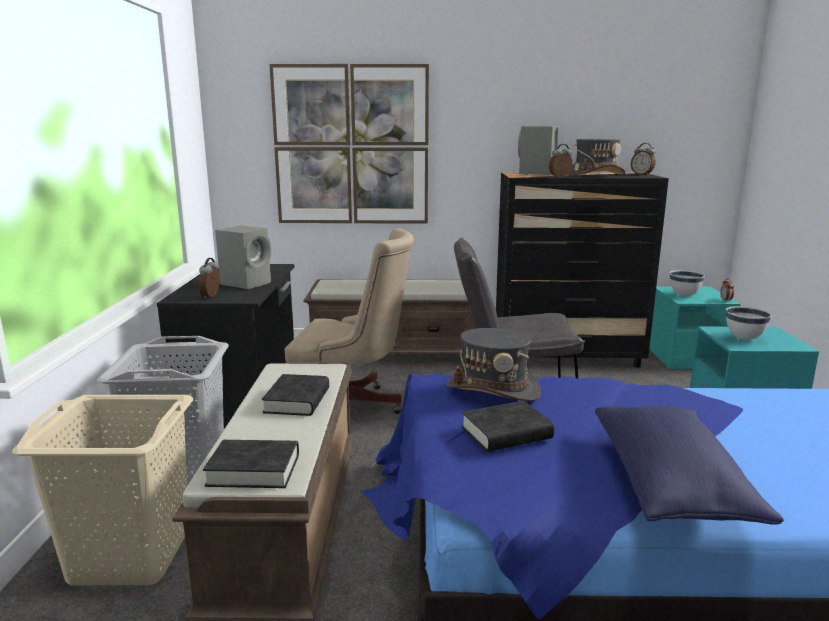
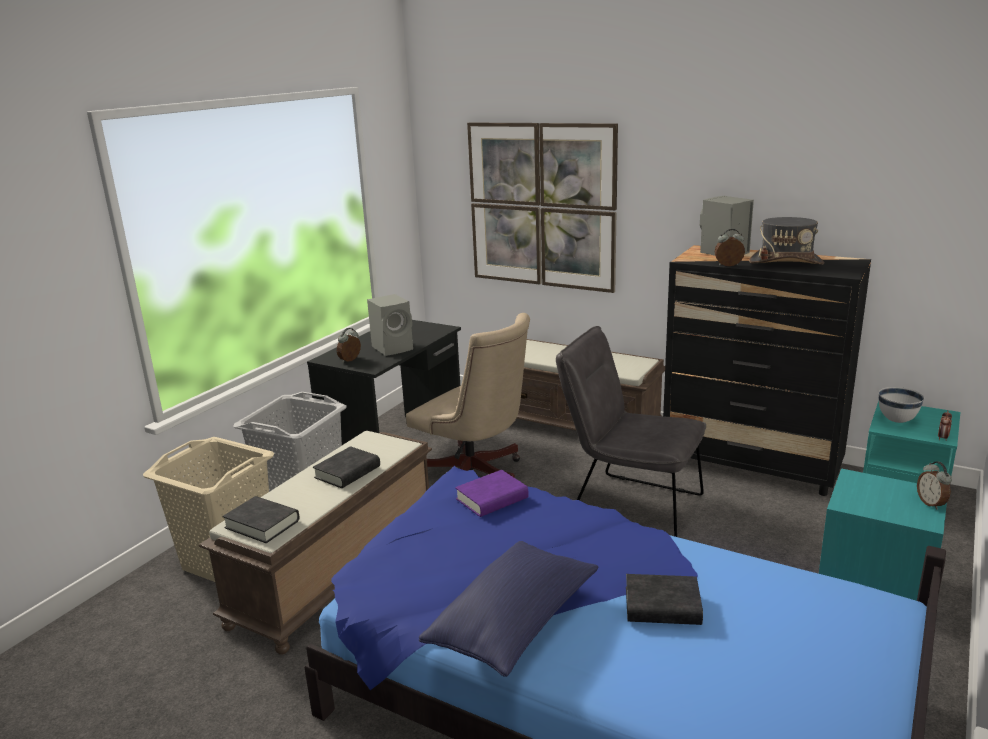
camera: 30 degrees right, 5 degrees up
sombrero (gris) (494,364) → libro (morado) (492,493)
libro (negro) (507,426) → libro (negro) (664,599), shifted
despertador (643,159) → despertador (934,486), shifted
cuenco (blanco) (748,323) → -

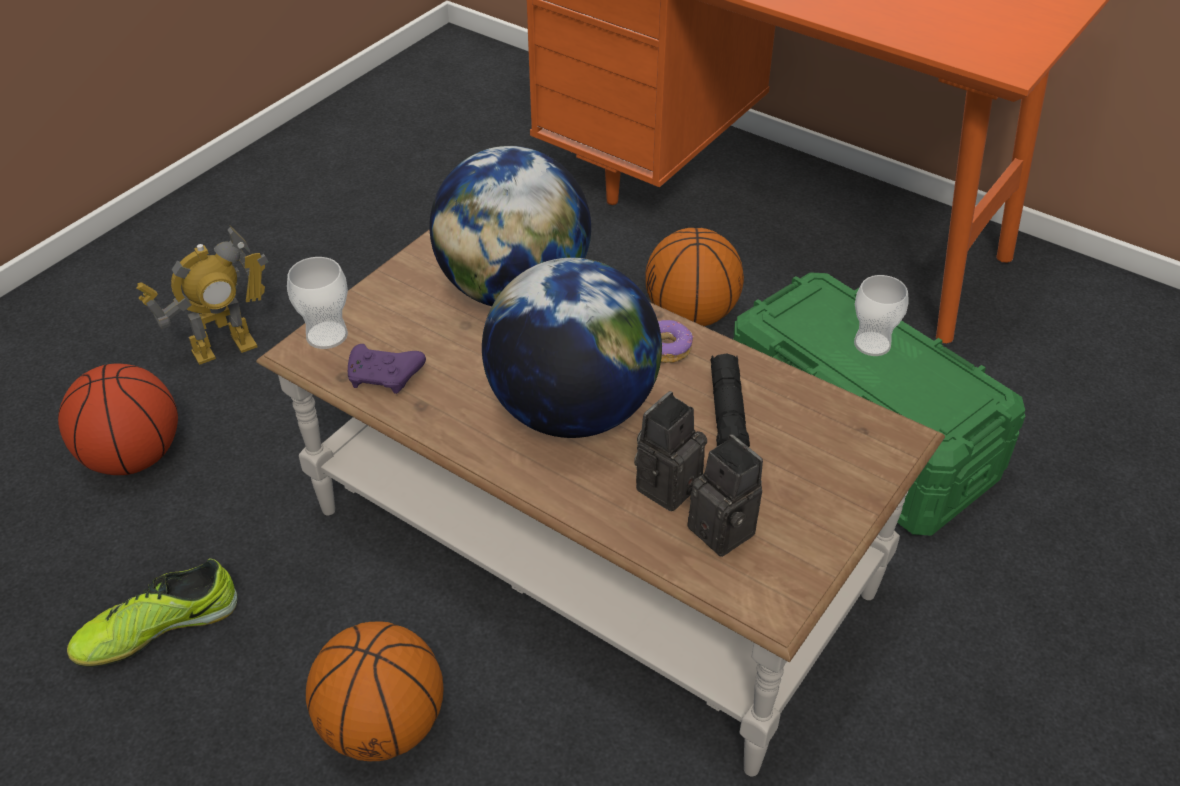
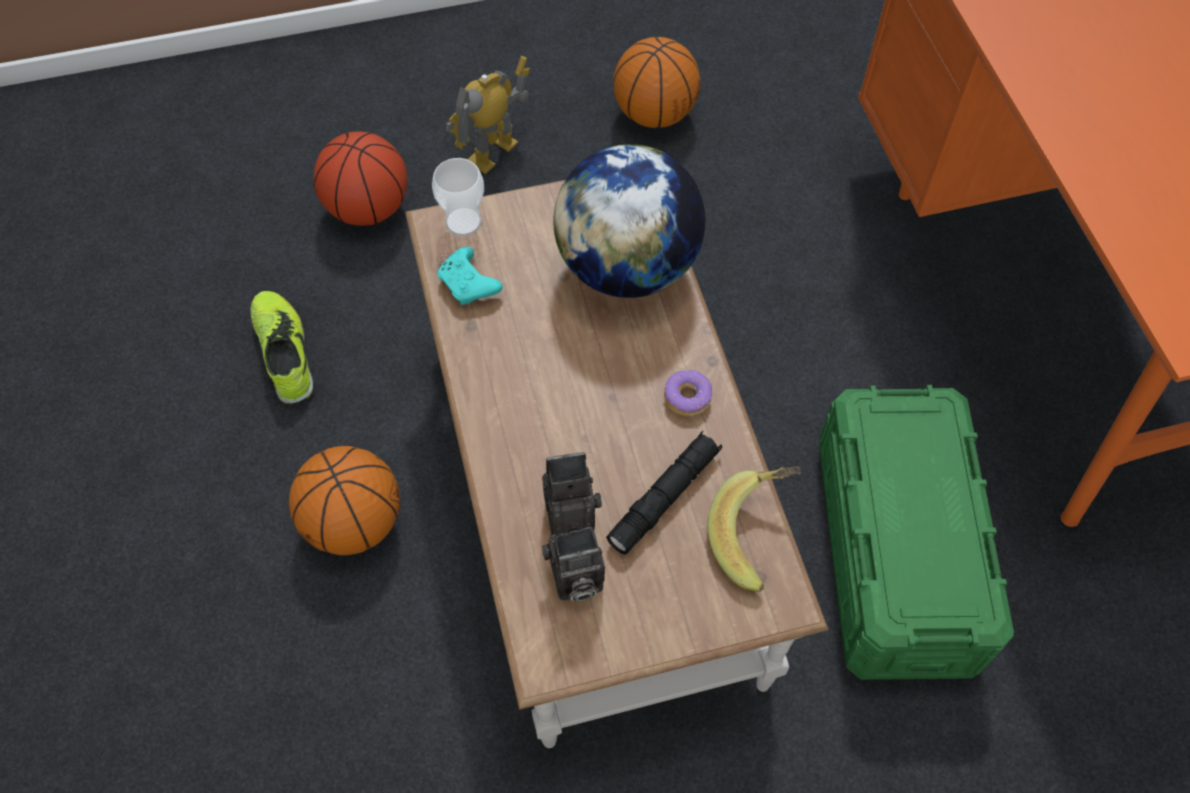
camera: 40 degrees right, 15 degrees up
zapato (152,612) → zapato (282,347), 60 degrees clockwise
mando de consola (morado) (387,369) → mando de consola (turquesa) (470,276)
robot de juguete (202,295) → robot de juguete (488,115), 120 degrees clockwise
cámara (725,495) → cámara (573,564), 75 degrees clockwise
balón de baloncesto (695,277) → balón de baloncesto (656,82), shifted
- → plátano (754,529)
globo terráqueo (572,348) → -
taza (881,315) → -

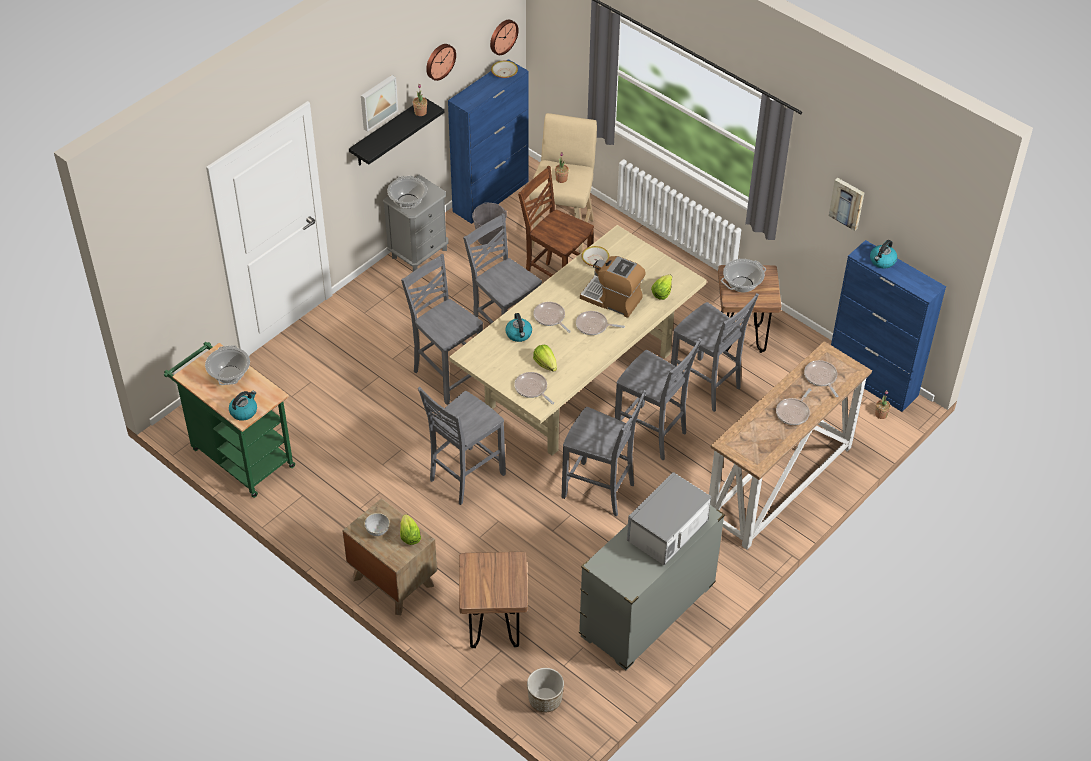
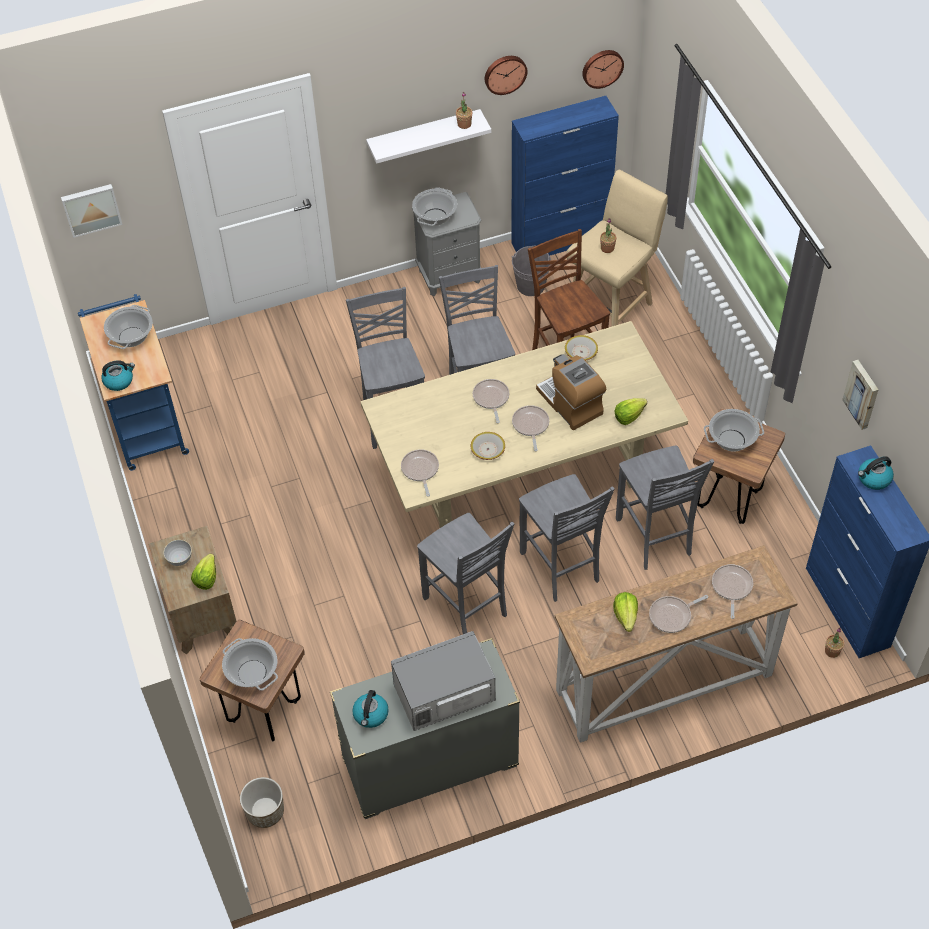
camera: 30 degrees right, 5 degrees up
cuadro (379,103) → cuadro (92,211), shifted
carrito (verde) (229,420) → carrito (azul) (133,382)
- → olla (250,664)
hervidor (518,327) → hervidor (370,709), shifted
estante (negro) (396,131) → estante (blanco) (428,136)
cuenco (504,69) → cuenco (488,446), shifted
sartén (600,323) → sartén (530,428), 45 degrees clockwise
lechuga (545,358) → lechuga (625,612), shifted
silla (gris) (462,446) → -

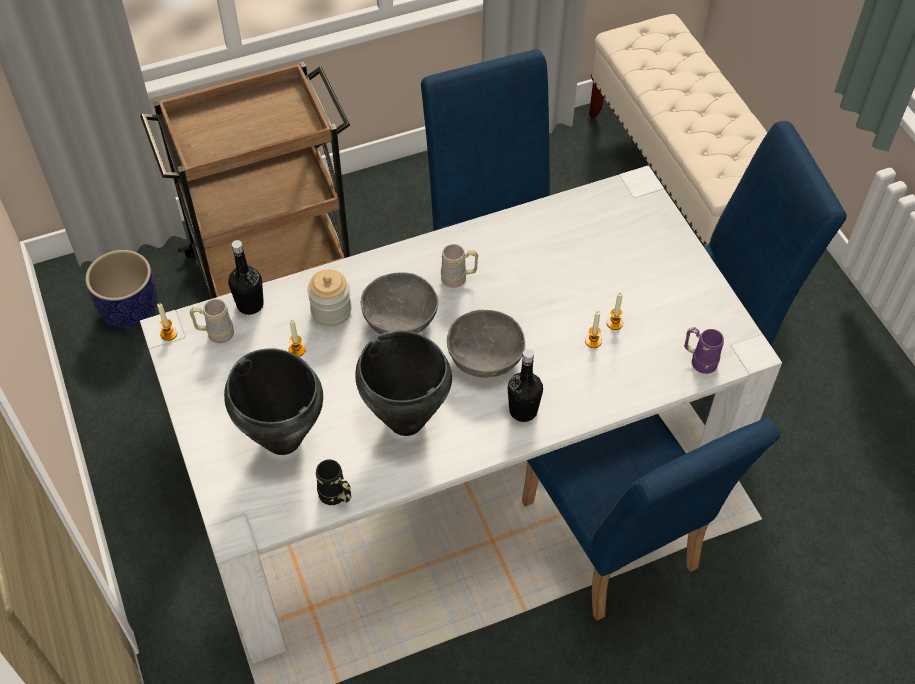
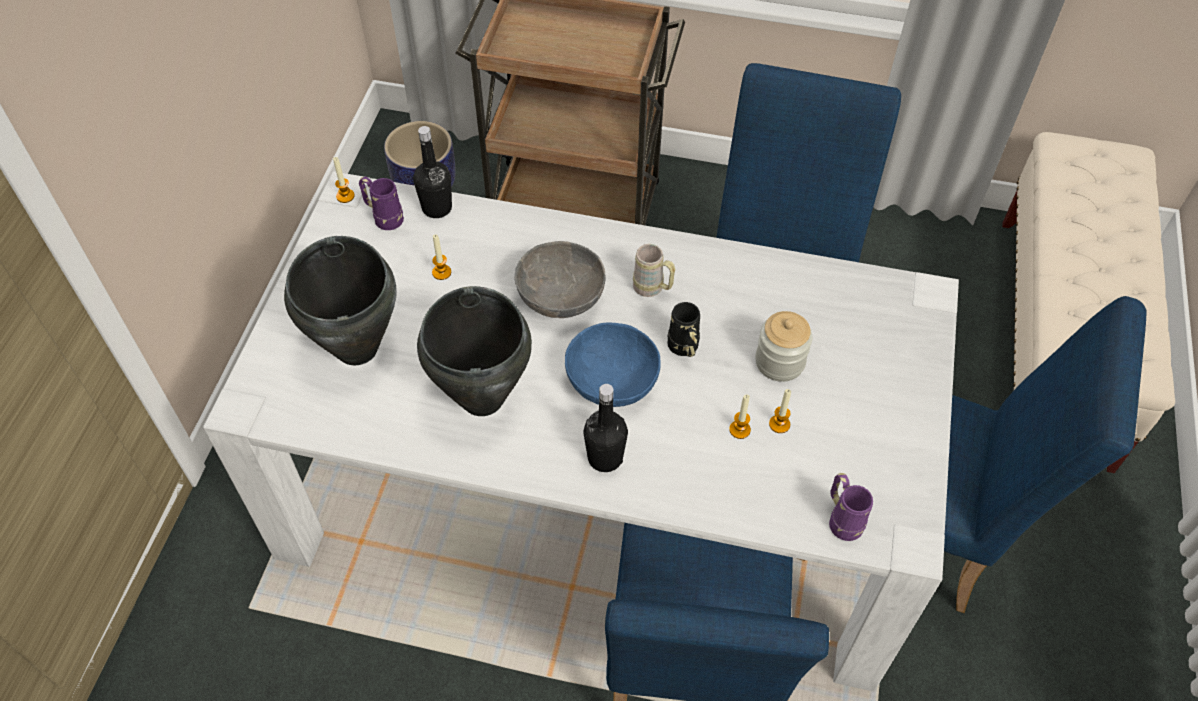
camera: 35 degrees right, 0 degrees up
taza grande (beis) (212,321) → taza grande (morado) (381,203)
cuenco (gris) (486,344) → cuenco (azul) (612,365)
taza grande (negro) (333,482) → taza grande (negro) (683,329), shifted
tarro (329,298) → tarro (784,346), shifted

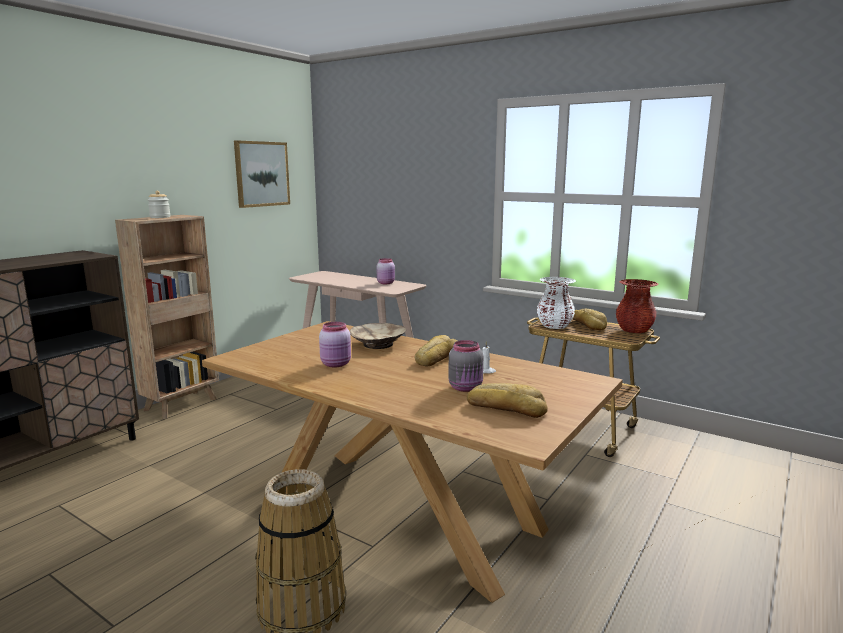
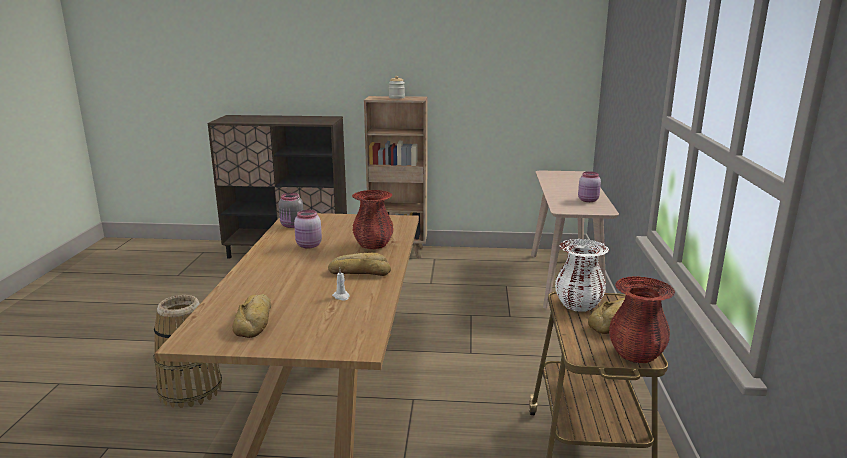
camera: 60 degrees right, 5 degrees up
tarro (gris) (466,366) → tarro (gris) (290,210), shifted
cuenco (beis) (378,336) → florero (rojo) (372,219)
cuadro (262,174) → -

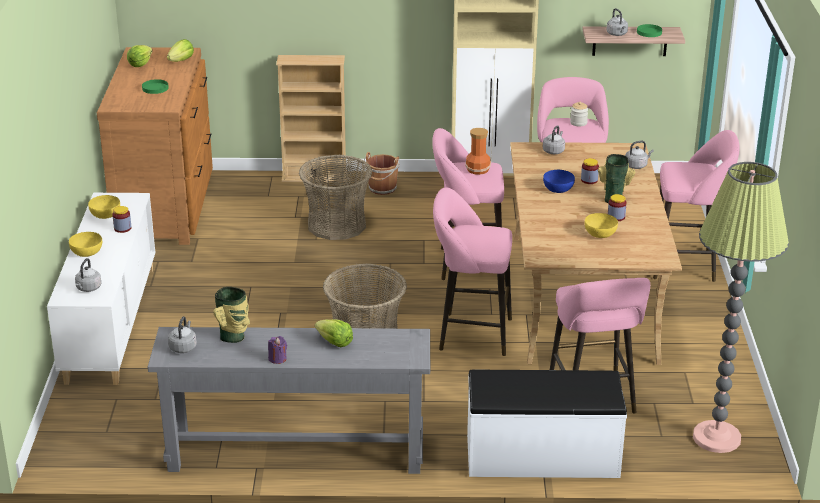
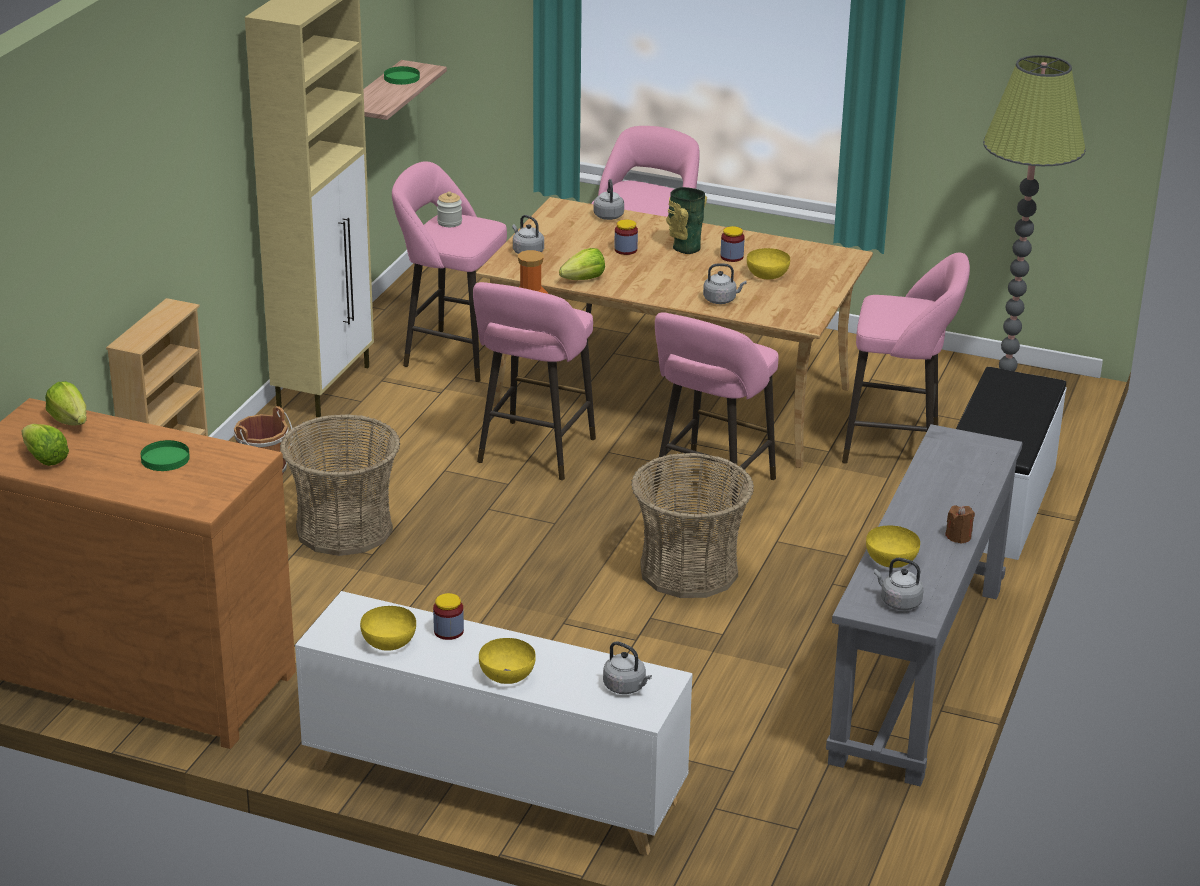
camera: 70 degrees left, 0 degrees up
lechuga (334,333) → lechuga (582,264), shifted
hervidor (gris) (617,22) → hervidor (gris) (725,283), shifted
florero (231,315) → cuenco (amarillo) (893,546)
vela (morado) (277,350) → vela (marrón) (960,524)
cuenco (azul) (559,181) → -

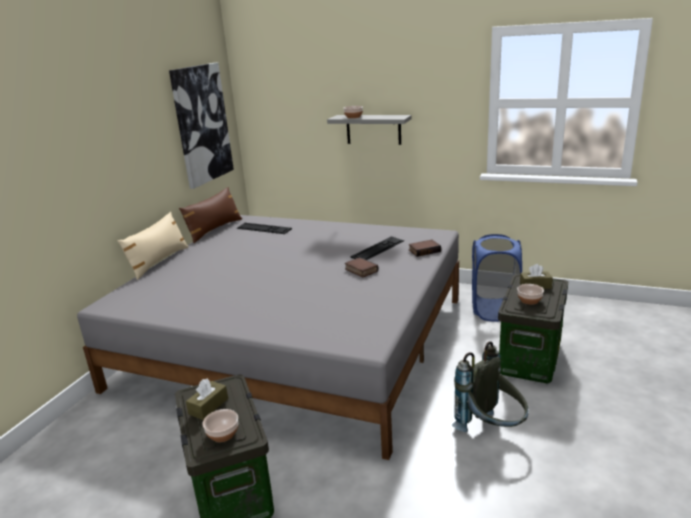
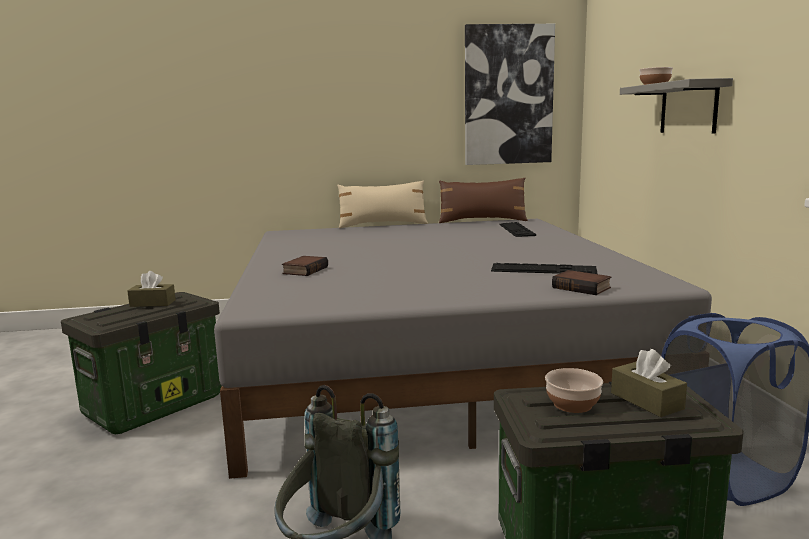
camera: 60 degrees right, 10 degrees down
libro (362,267) → libro (305,266), shifted
cuenco (220,425) → -

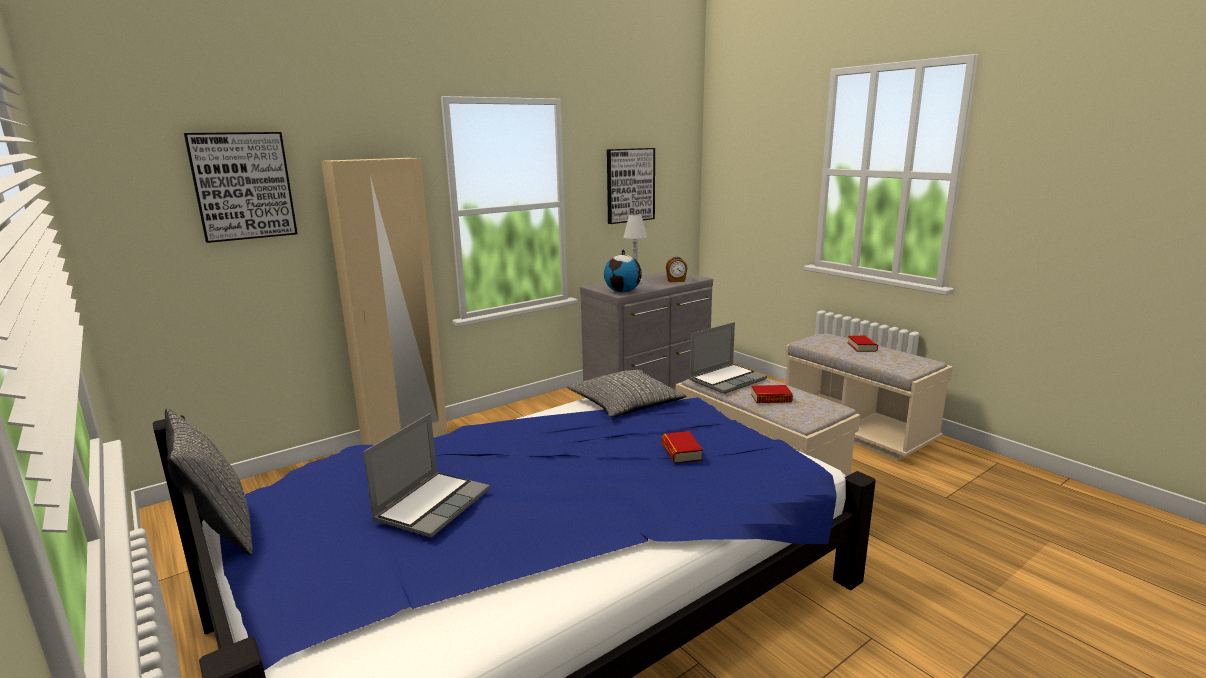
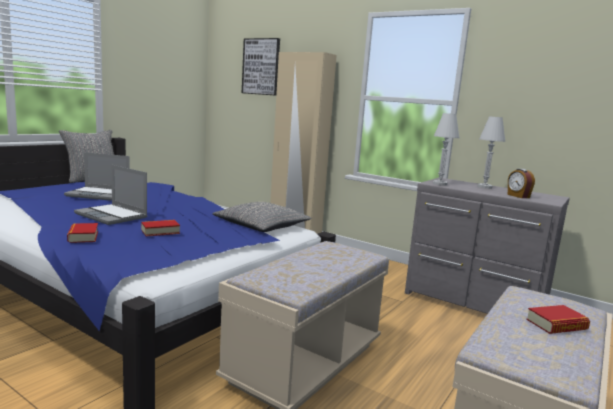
camera: 70 degrees right, 5 degrees down
libro (772,394) → libro (82,233), shifted
portátil (728,358) → portátil (111,195), shifted
globo terráqueo (623,271) → lámpara de mesa (blanco) (446,149)
cuadro (631,186) → -

